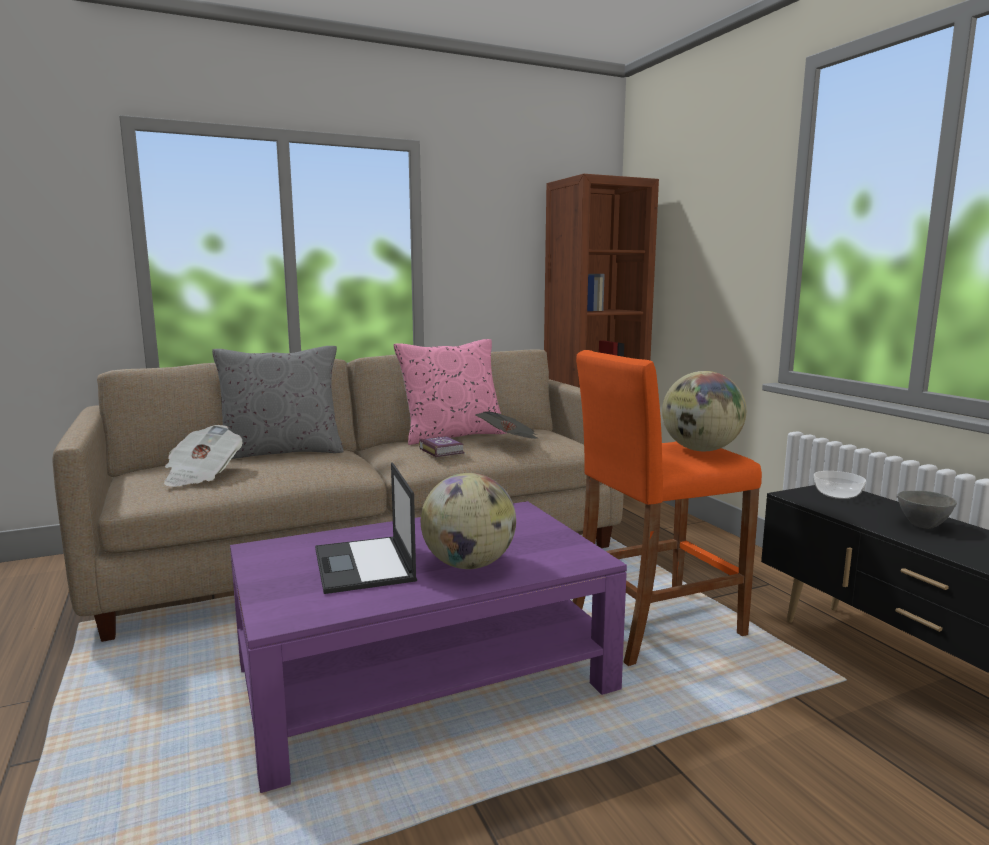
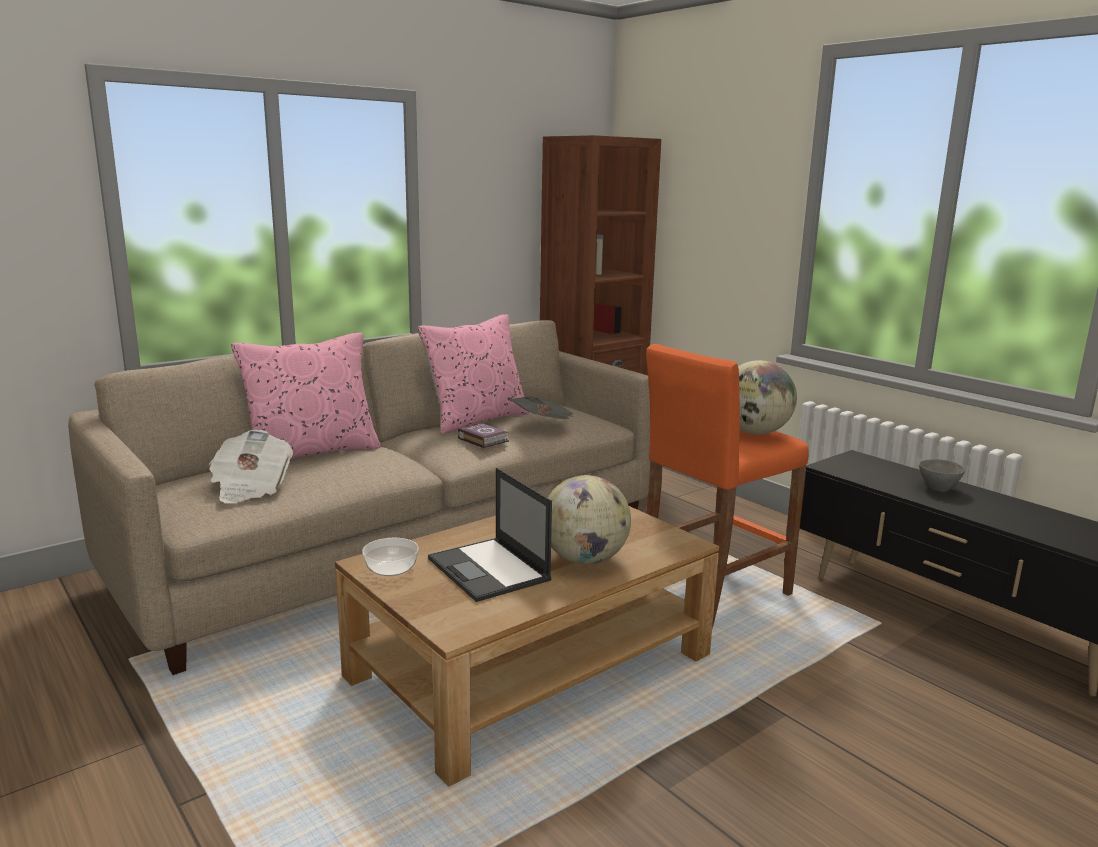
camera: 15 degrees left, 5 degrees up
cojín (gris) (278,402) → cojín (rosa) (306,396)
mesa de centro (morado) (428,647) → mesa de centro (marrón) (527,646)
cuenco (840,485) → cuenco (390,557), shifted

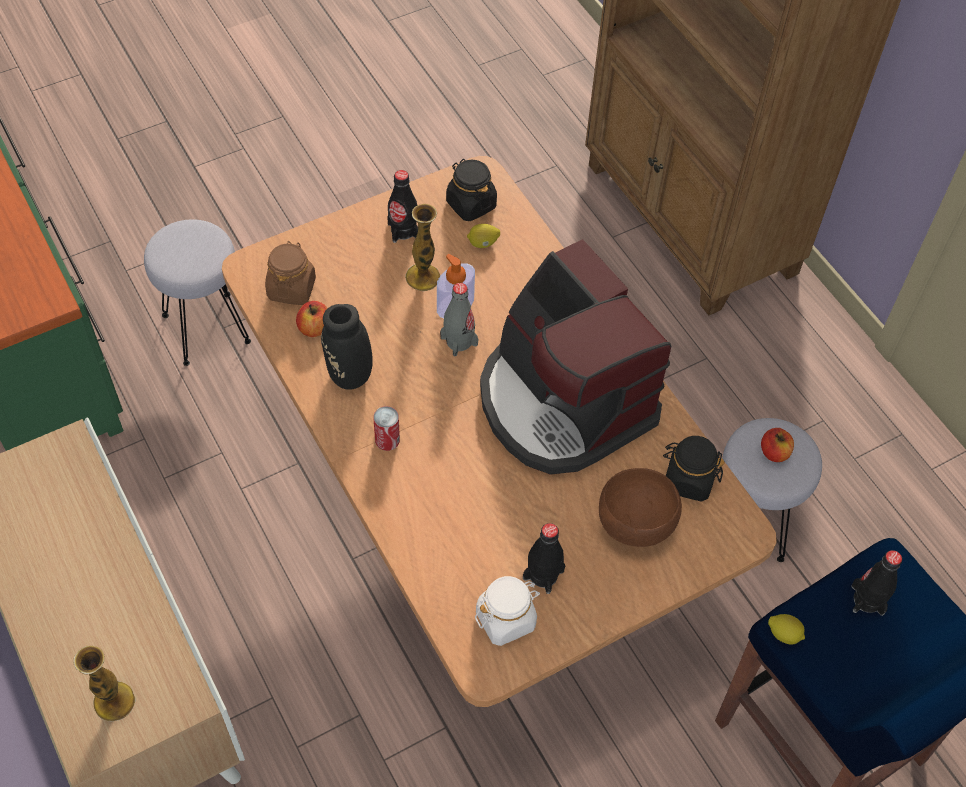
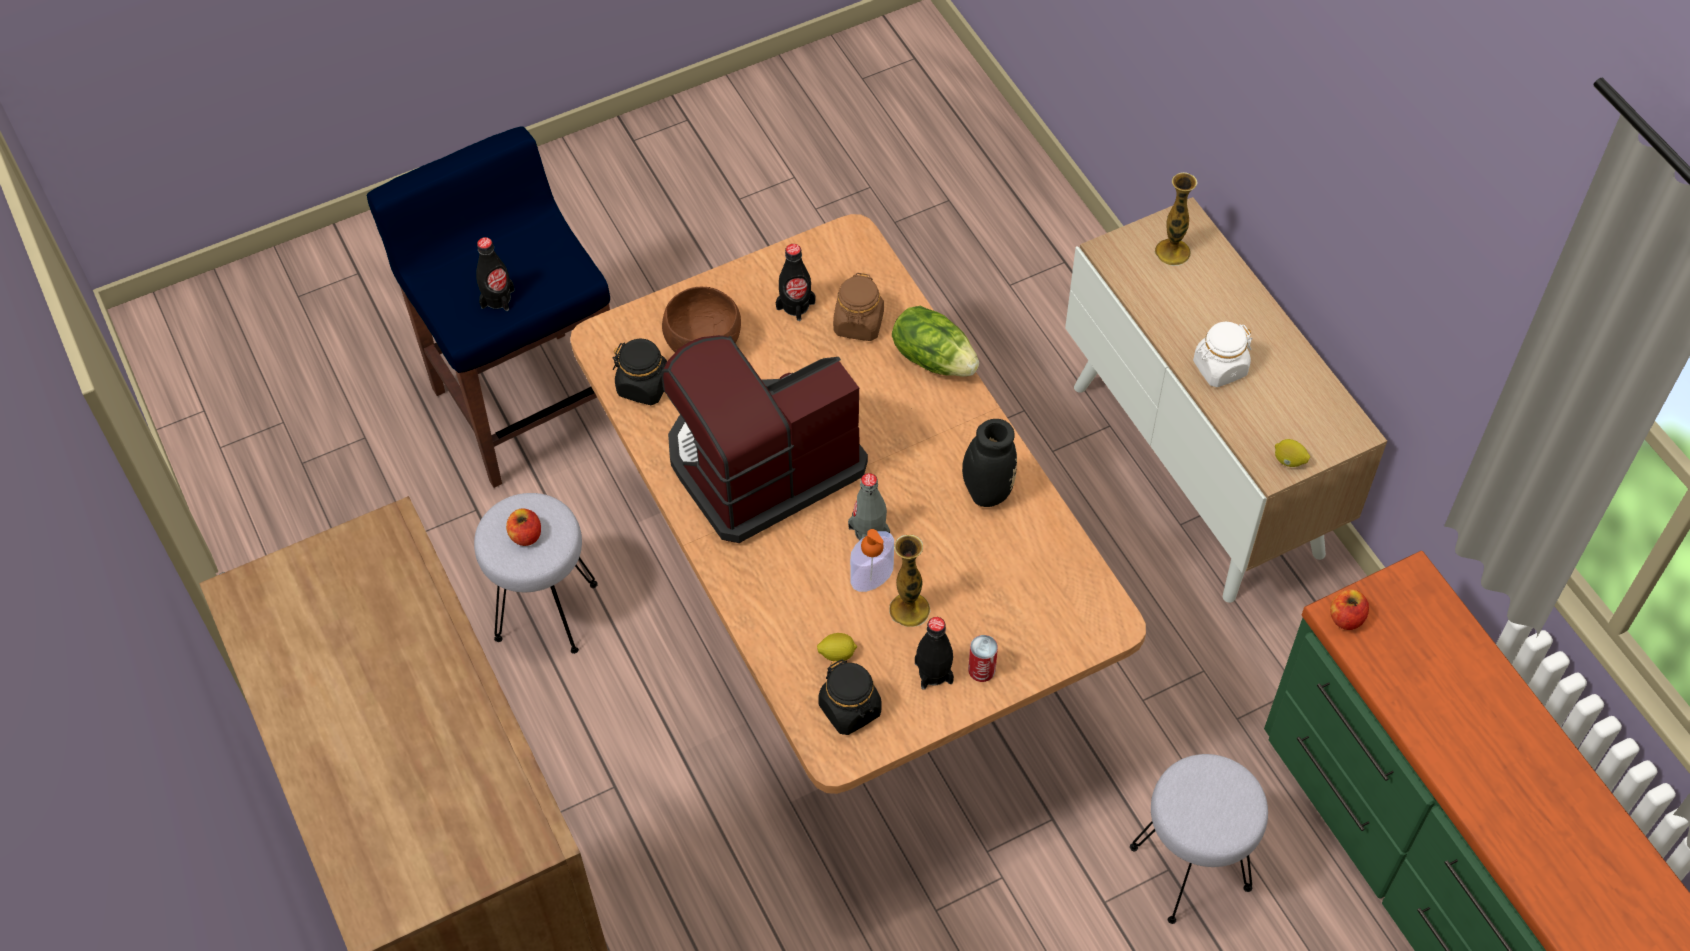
camera: 175 degrees left, 0 degrees up
cafetera (575,357) → cafetera (764,439), 90 degrees counterclockwise
tarro (marrón) (290,273) → tarro (marrón) (858,307), shifted
- → lechuga (935,341)
lata (386,428) → lata (983,658), shifted
tarro (blanco) (507,611) → tarro (blanco) (1222,354), shifted
limón (786,629) → limón (1292,453), shifted
manzana (311,319) → manzana (1349,609), shifted

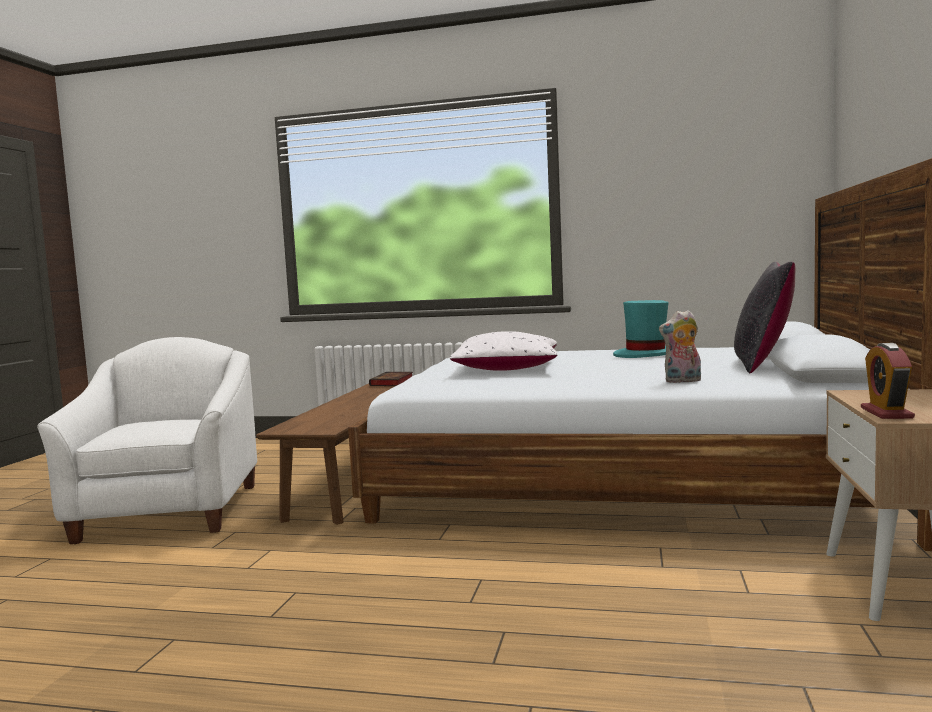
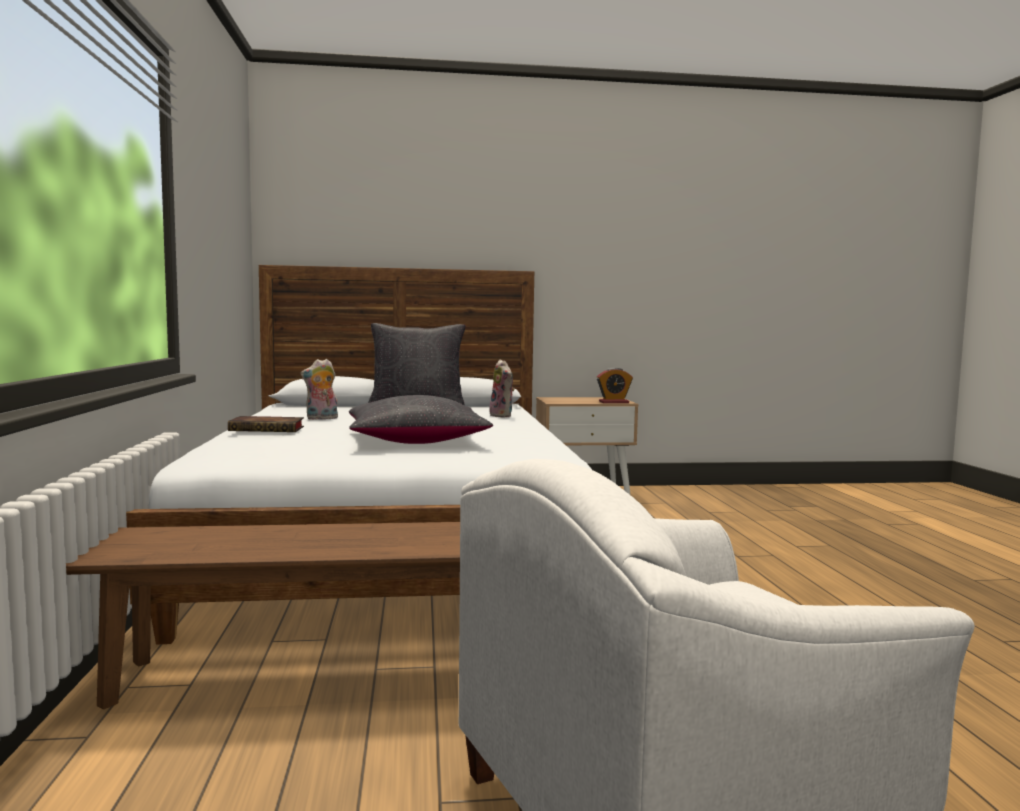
camera: 110 degrees left, 0 degrees up
libro (391,379) → libro (266,424), shifted
sombrero (turquesa) (641,329) → peluche (319,389)
cojín (blanco) (504,351) → cojín (negro) (421,419)

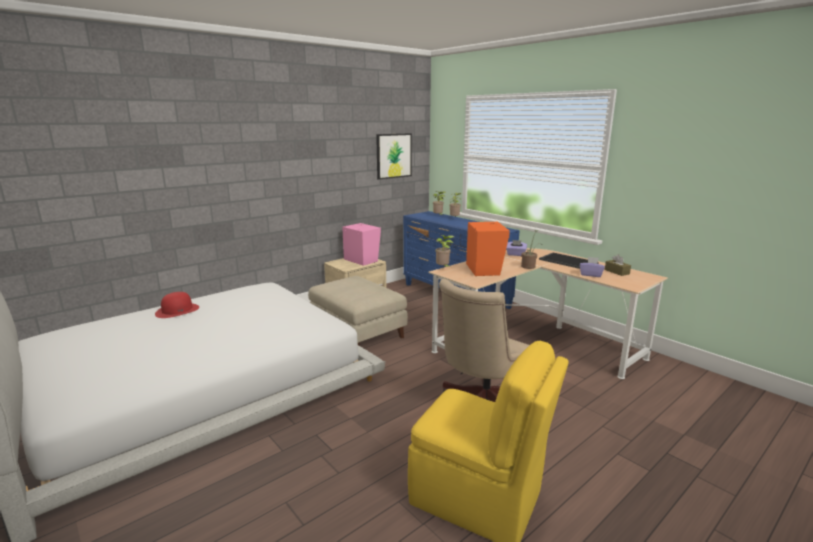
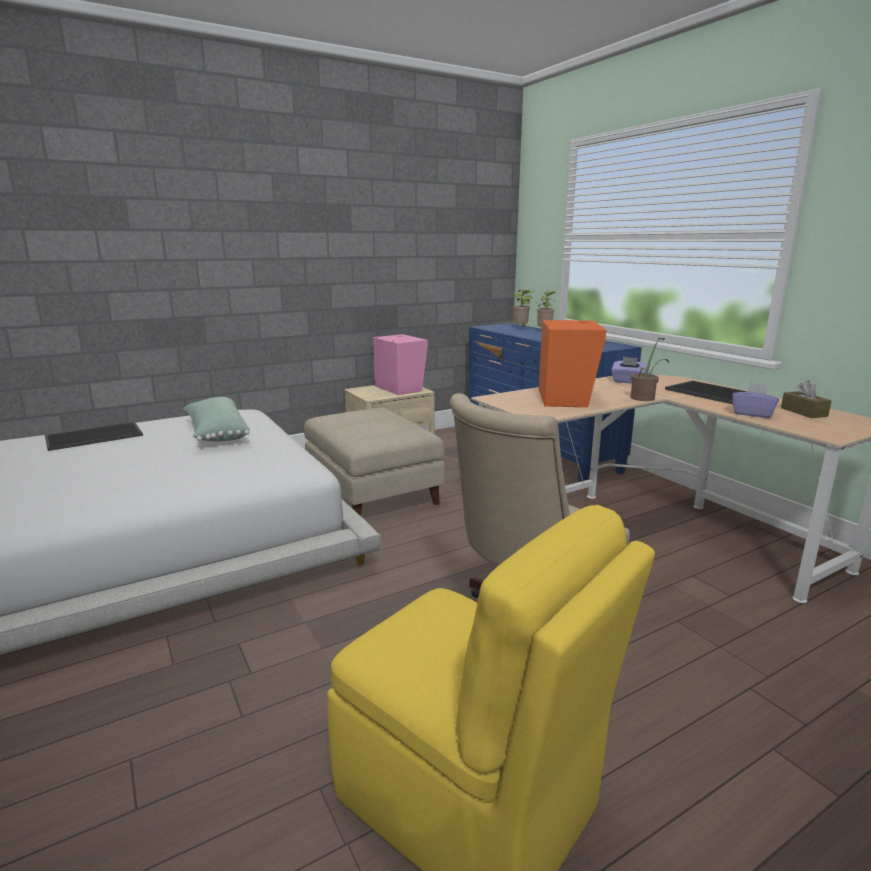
camera: 10 degrees right, 0 degrees up
sombrero (rojo) (177,305) → bandeja (94,436)
- → cojín (verde) (216,419)
cuadro (394,156) → -
planta en maceta (444,251) → -

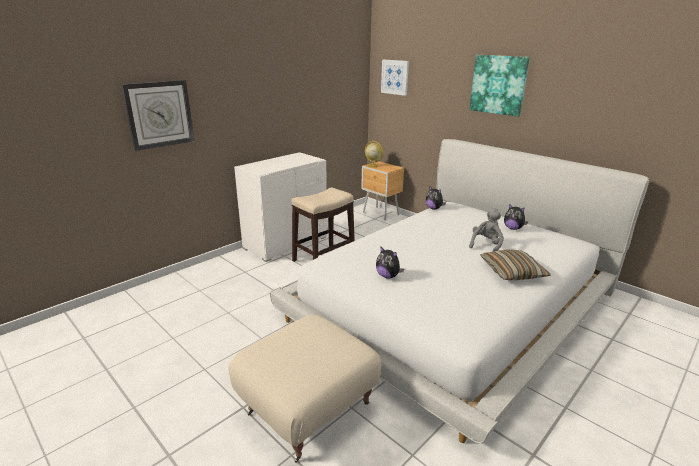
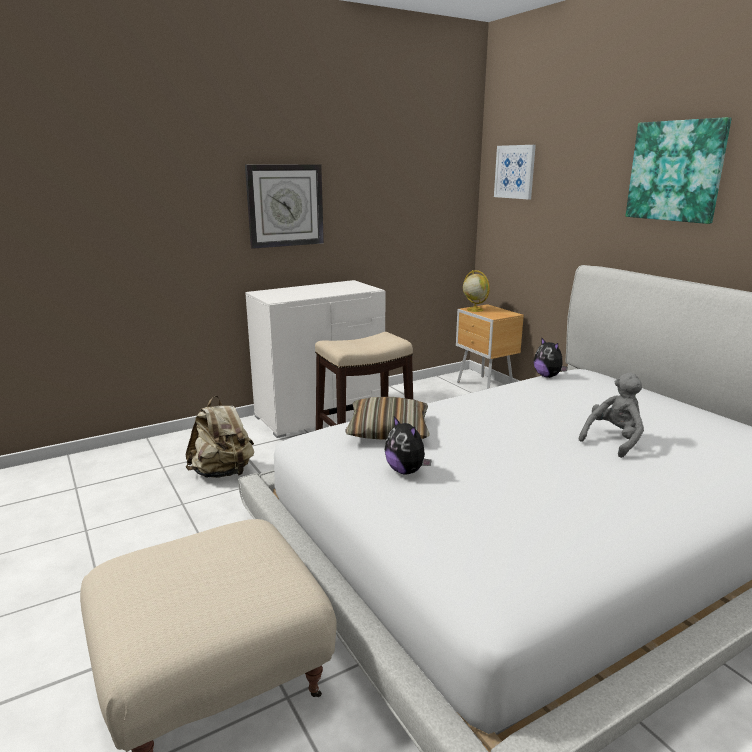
camera: 15 degrees right, 5 degrees down
- → mochila (beis) (220,437)
reloj de pared (157,115) → reloj de pared (284,206), shifted
cojín (515,265) → cojín (388,418), shifted
peluche (516,217) → -

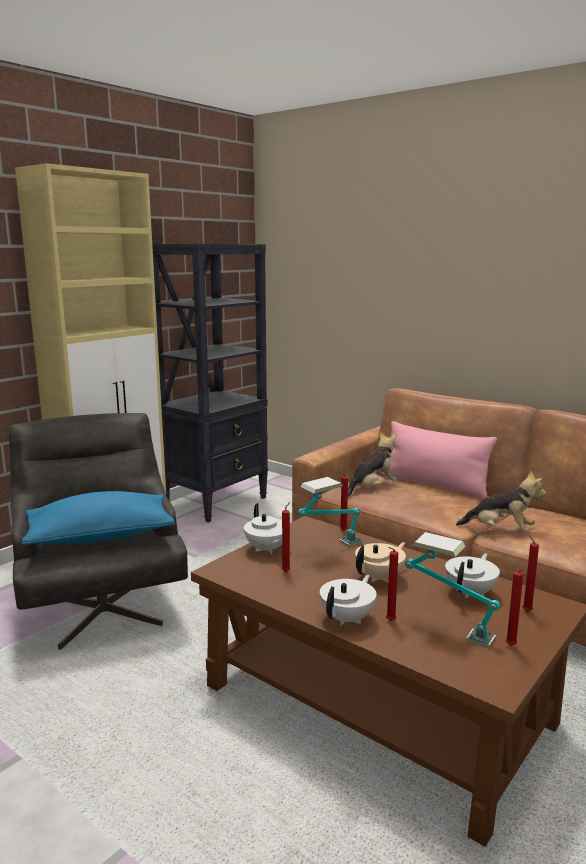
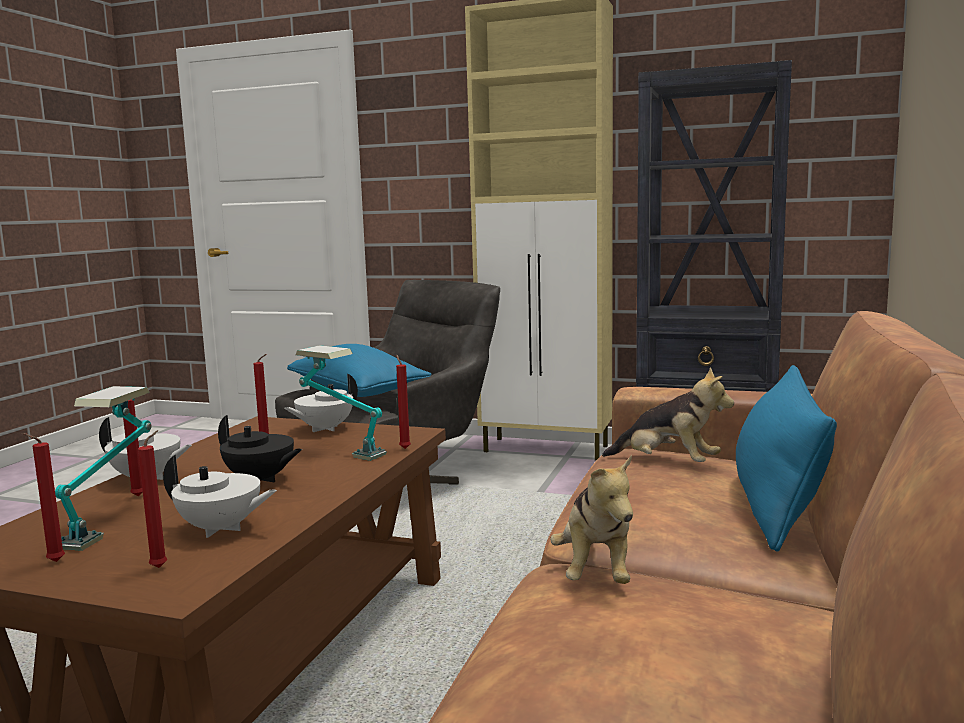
camera: 70 degrees right, 5 degrees down
tetera (beis) (380,562) → tetera (negro) (260,448)
cojín (rosa) (439,459) → cojín (azul) (786,458)

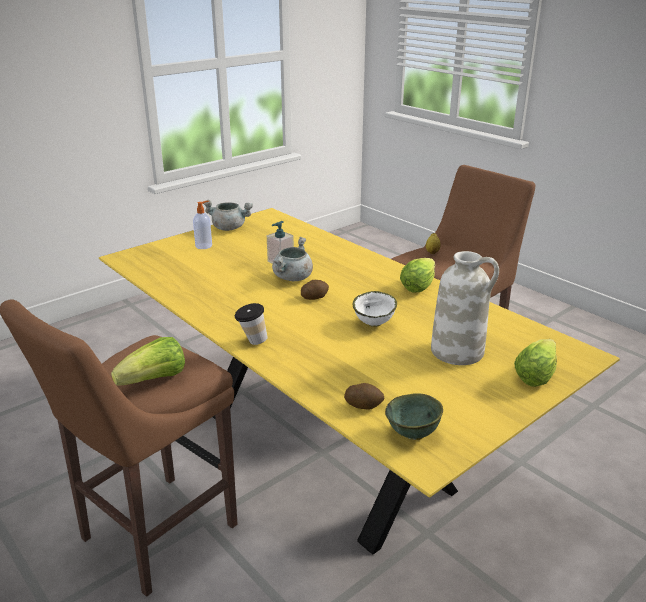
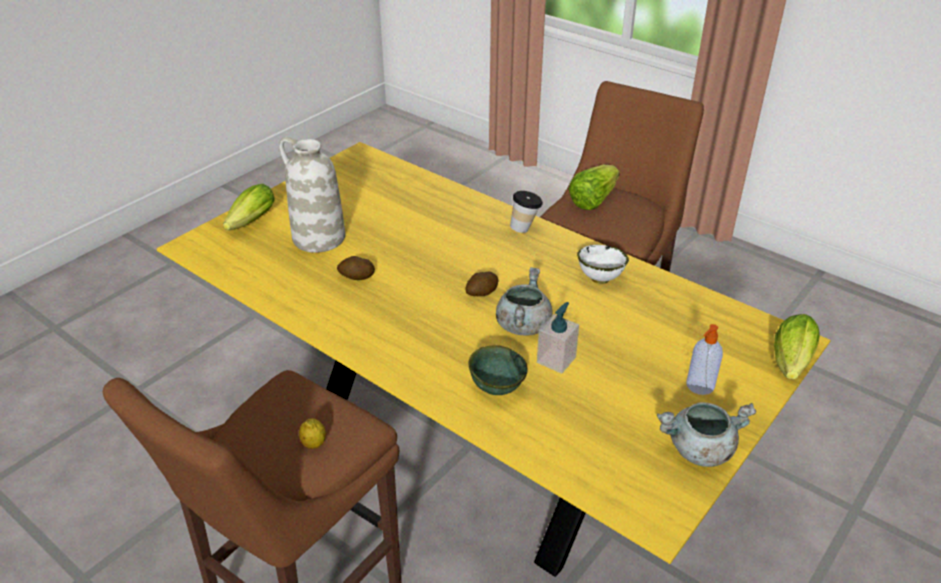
camera: 170 degrees right, 10 degrees up
patata (364,396) → patata (356,268), shifted
cuenco (verde) (414,416) → cuenco (verde) (497,370), shifted
cuenco (blanco) (375,309) → cuenco (blanco) (603,264), shifted
lechuga (417,275) → lechuga (797,347), shifted

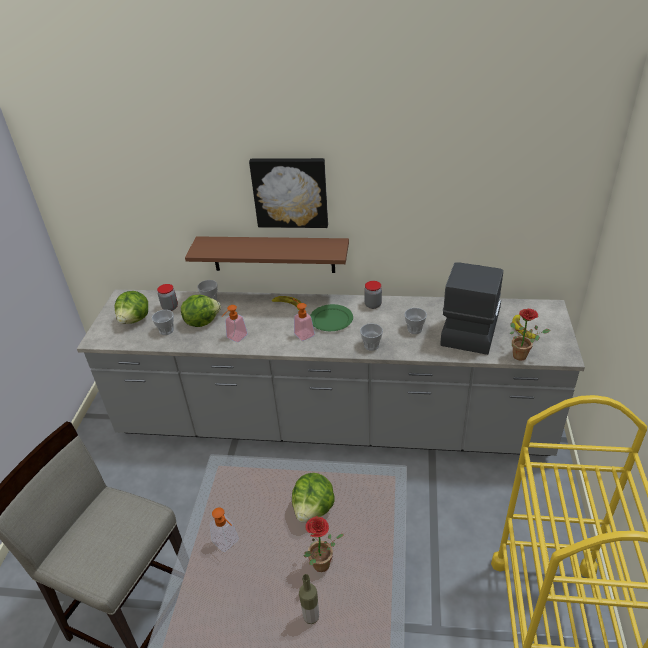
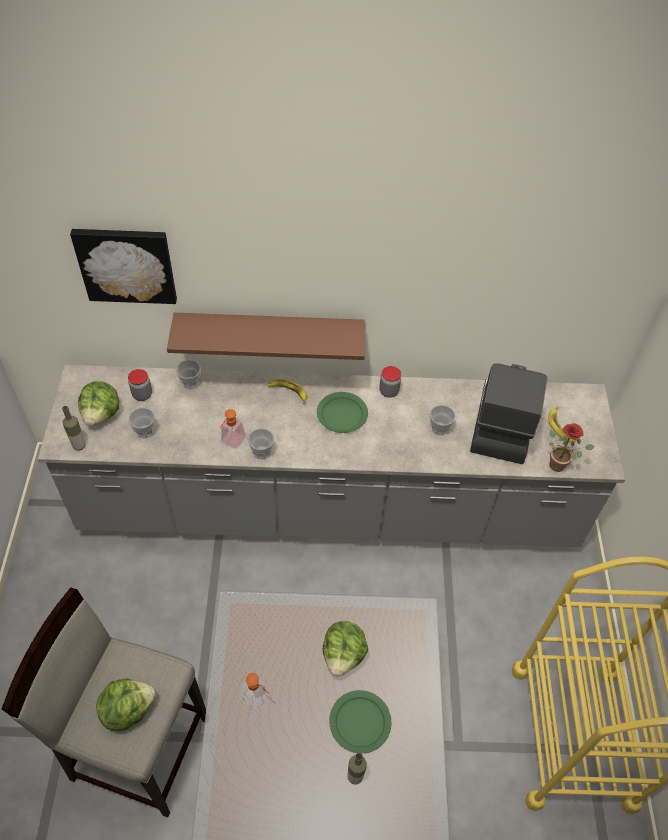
camera: 10 degrees left, 15 degrees up
- → botella (74,428)
cuadro (288,193) → cuadro (123,266), shifted
lechuga (201,311) → lechuga (126,705), shifted
taza (371,337) → taza (261,444), shifted
planta en maceta (324,544) → plato (verde) (360,721)
dispensador de jabón (304,320) → -

